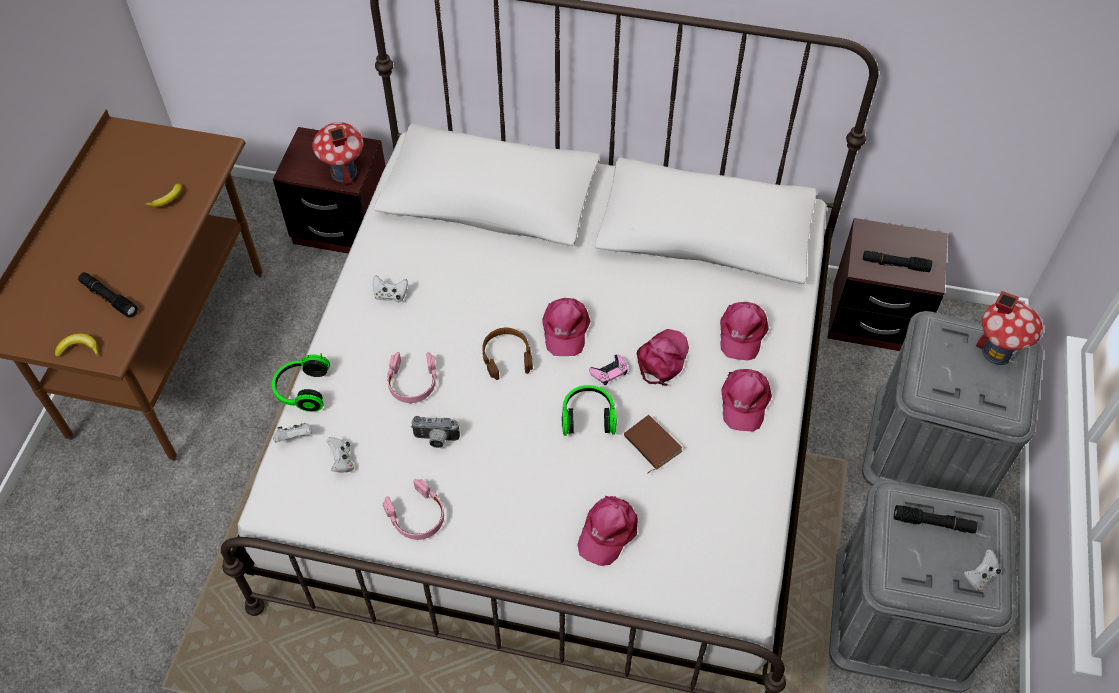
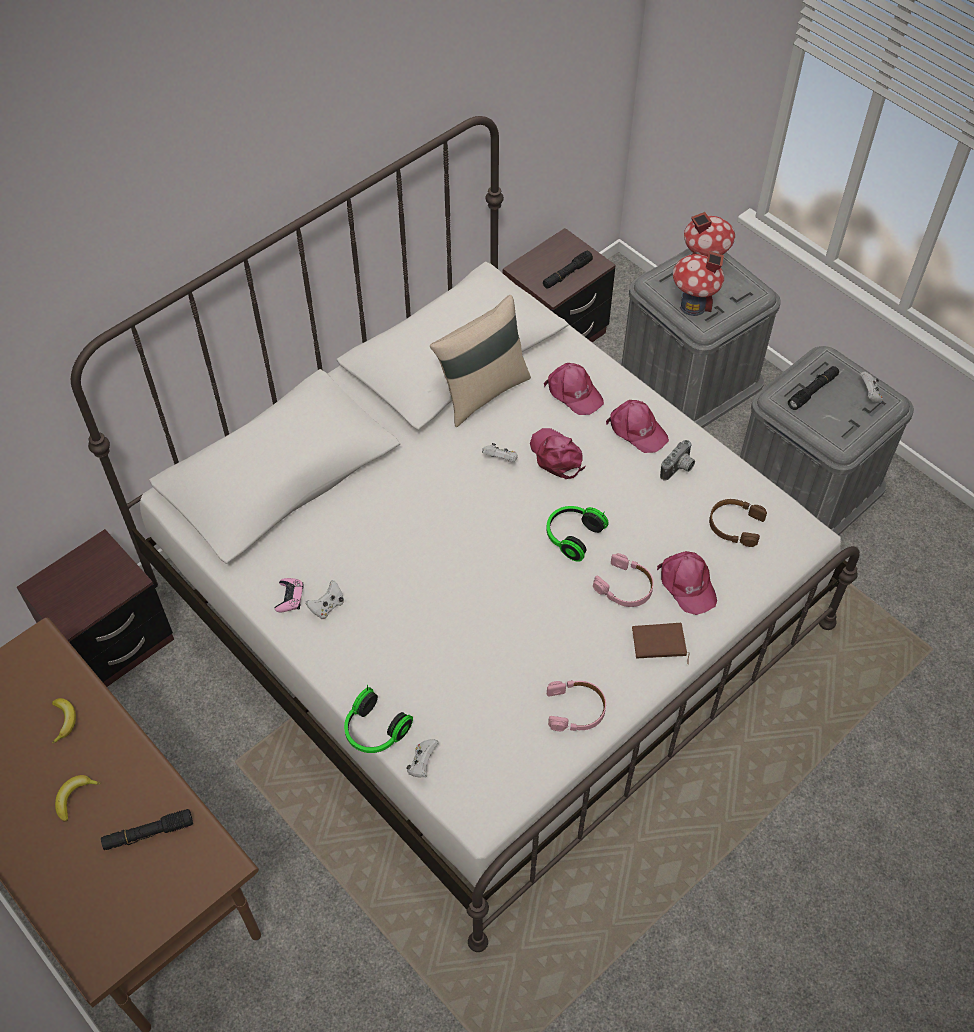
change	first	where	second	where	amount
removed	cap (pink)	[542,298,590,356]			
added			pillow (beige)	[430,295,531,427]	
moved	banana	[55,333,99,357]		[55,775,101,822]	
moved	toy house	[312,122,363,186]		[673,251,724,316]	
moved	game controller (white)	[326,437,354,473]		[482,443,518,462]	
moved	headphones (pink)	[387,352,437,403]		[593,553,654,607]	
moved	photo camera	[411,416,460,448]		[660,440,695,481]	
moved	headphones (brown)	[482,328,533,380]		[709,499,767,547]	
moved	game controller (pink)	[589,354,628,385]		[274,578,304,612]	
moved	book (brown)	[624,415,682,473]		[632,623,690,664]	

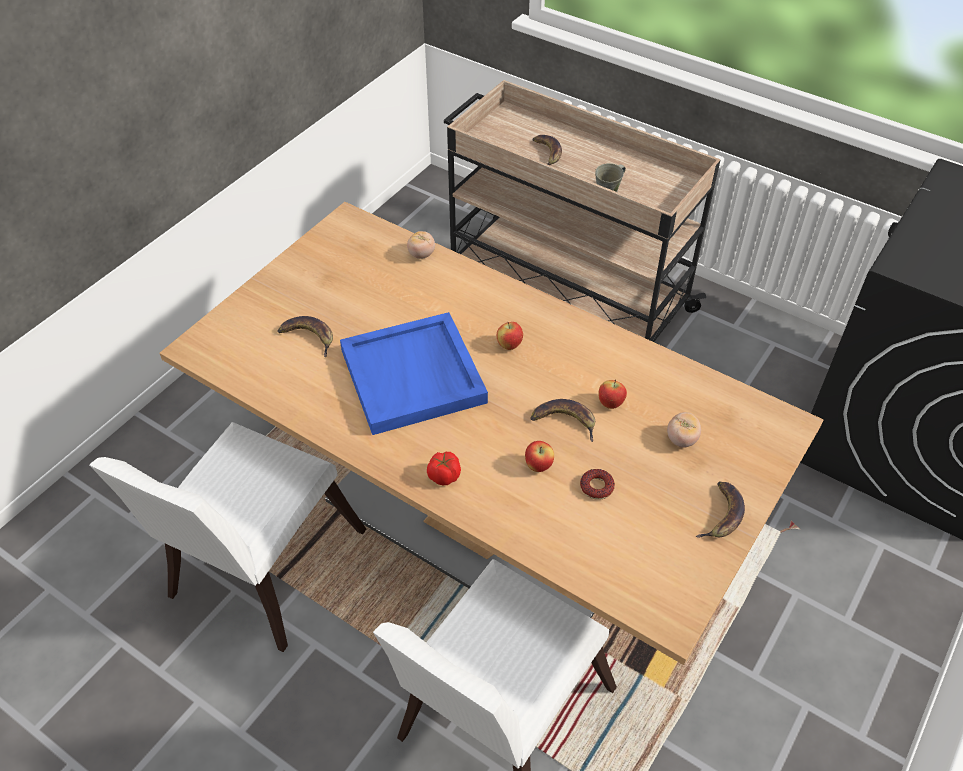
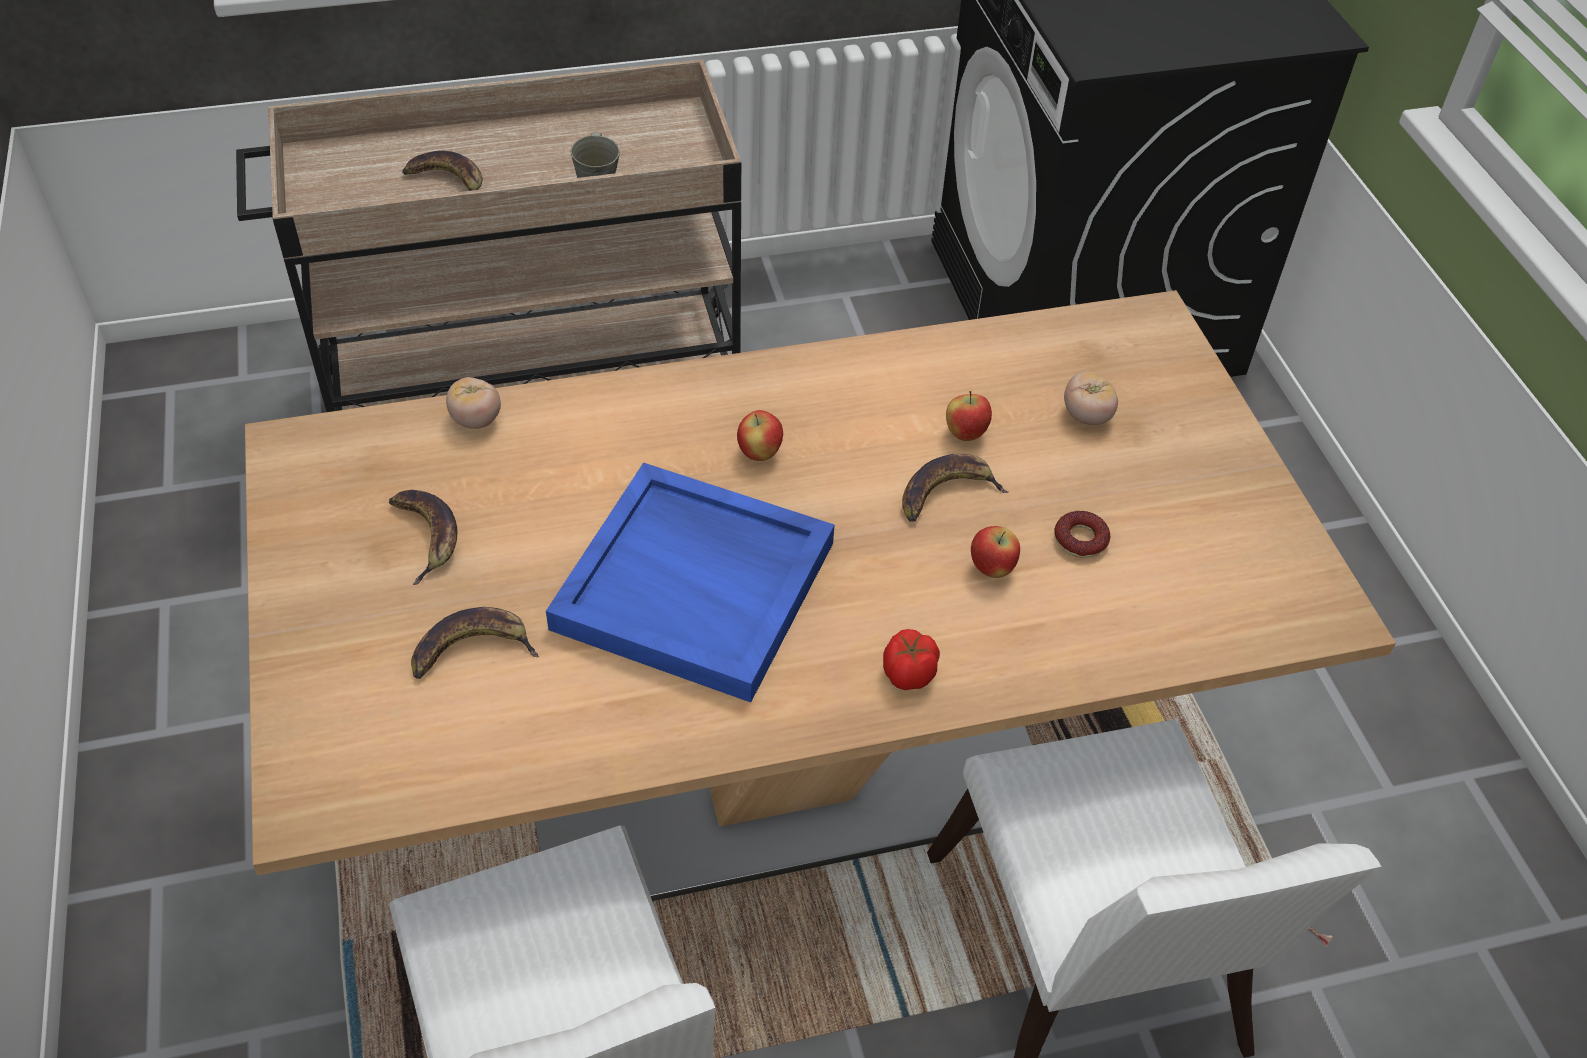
change	first	where	second	where	amount
moved	banana	[696,482,745,538]		[389,490,457,585]	

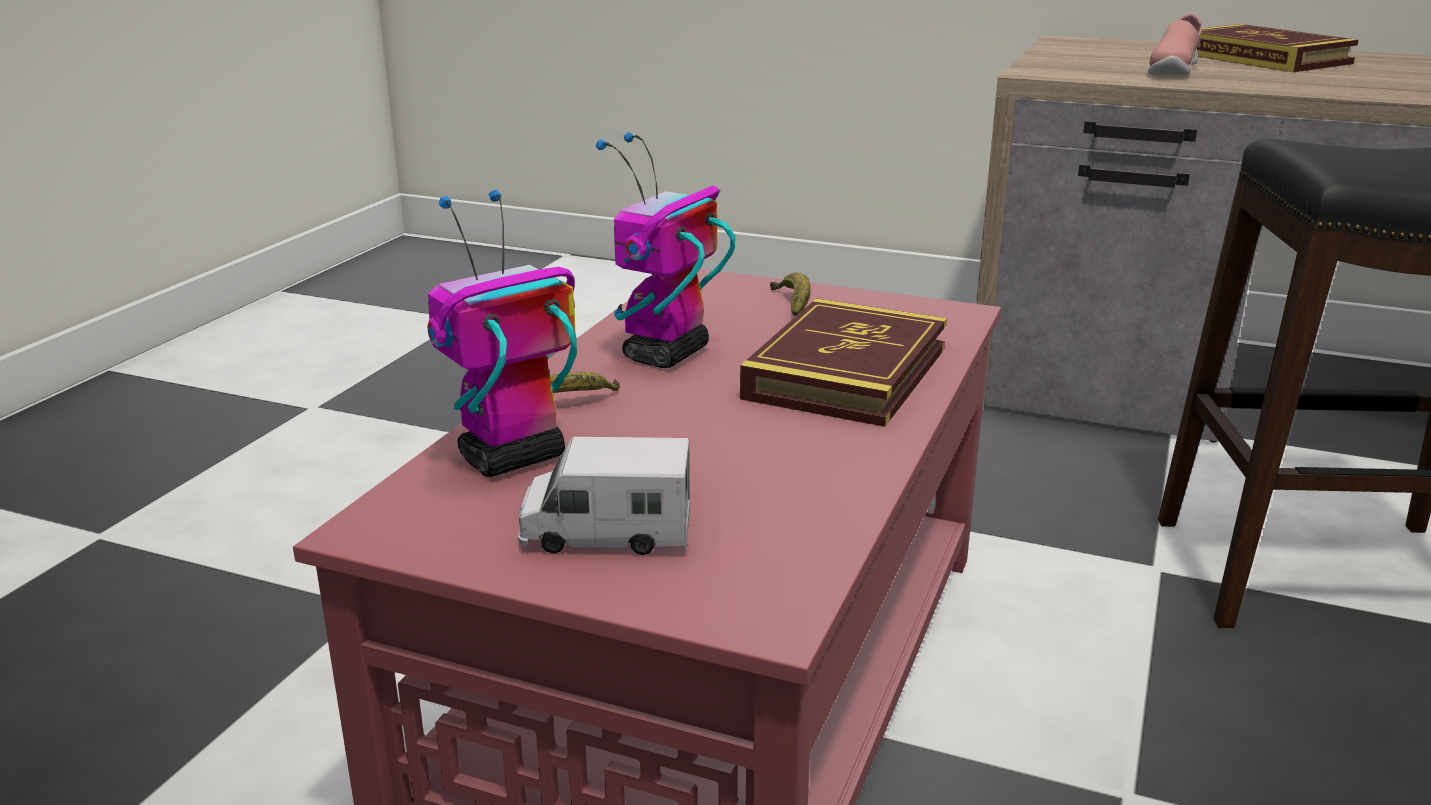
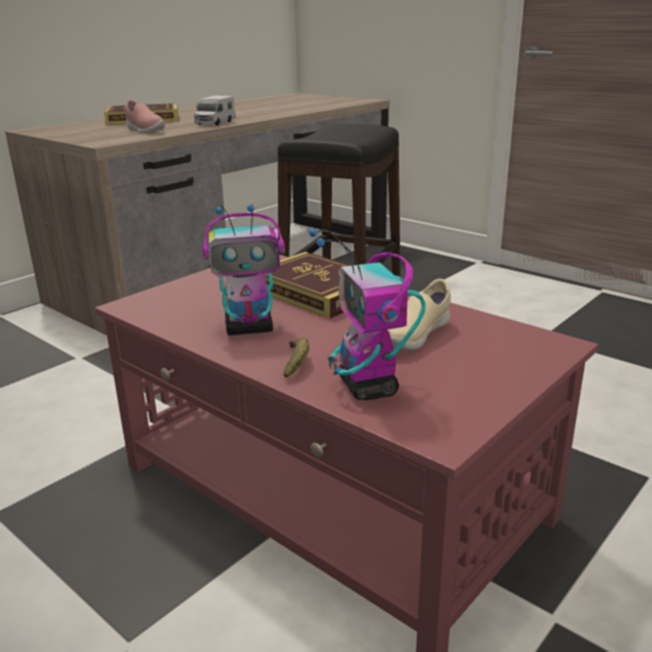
change	first	where	second	where	amount
removed	banana	[770,272,811,316]			
added			shoe (beige)	[387,279,451,350]	
moved	toy truck	[518,437,690,555]		[194,96,235,126]	
turned	toy robot	[596,132,735,368]		[203,204,285,335]	60 degrees counterclockwise

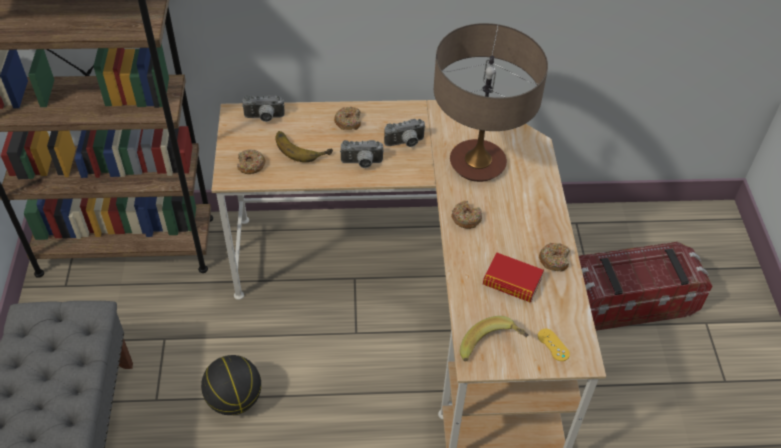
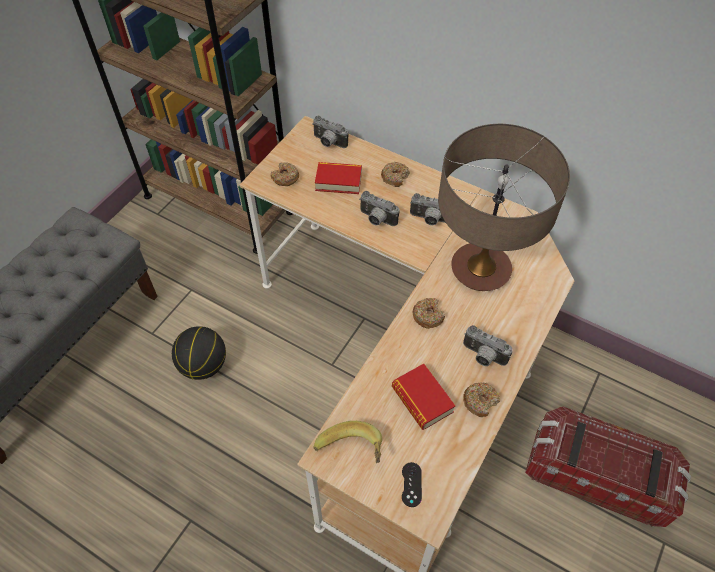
change	first	where	second	where	amount
added			photo camera	[463,325,513,366]	
replaced	banana	[275,131,333,162]	book	[315,162,362,194]	
recoloured	game controller (yellow)	[538,329,570,361]	game controller (black)	[402,462,422,507]	

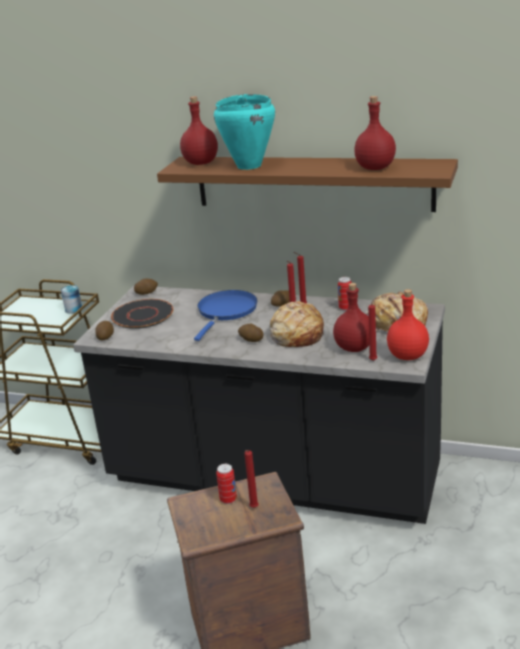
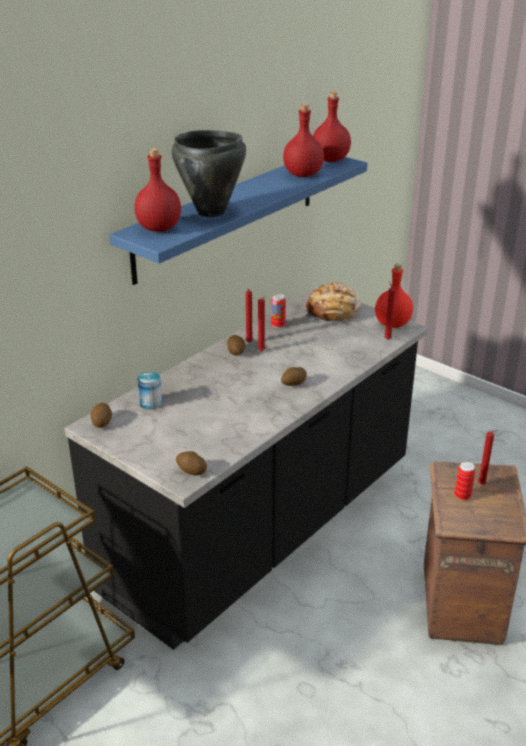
change	first	where	second	where	amount
removed	plate (black)	[111,299,173,329]			
removed	frying pan (blue)	[194,290,258,341]			
removed	bread	[270,301,324,347]			
moved	can	[61,285,82,314]		[137,372,162,409]	
moved	bottle (red)	[333,283,369,352]		[313,92,351,162]	
recoloured	shelf (brown)	[157,157,458,212]	shelf (blue)	[109,157,368,285]	
recoloured	cooking pot (turquoise)	[214,94,275,170]	cooking pot (black)	[172,130,246,217]	

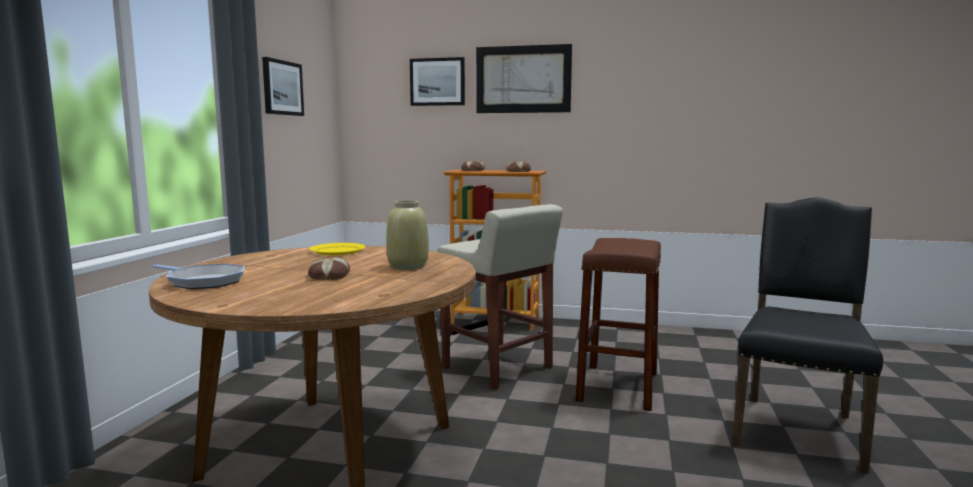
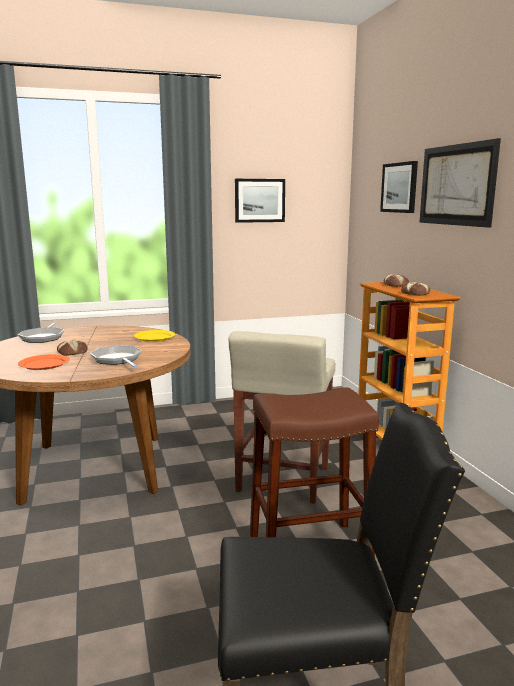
change	first	where	second	where	amount
added			plate (orange)	[18,354,70,370]	
replaced	vase (beige)	[386,200,429,270]	frying pan	[90,345,141,368]	

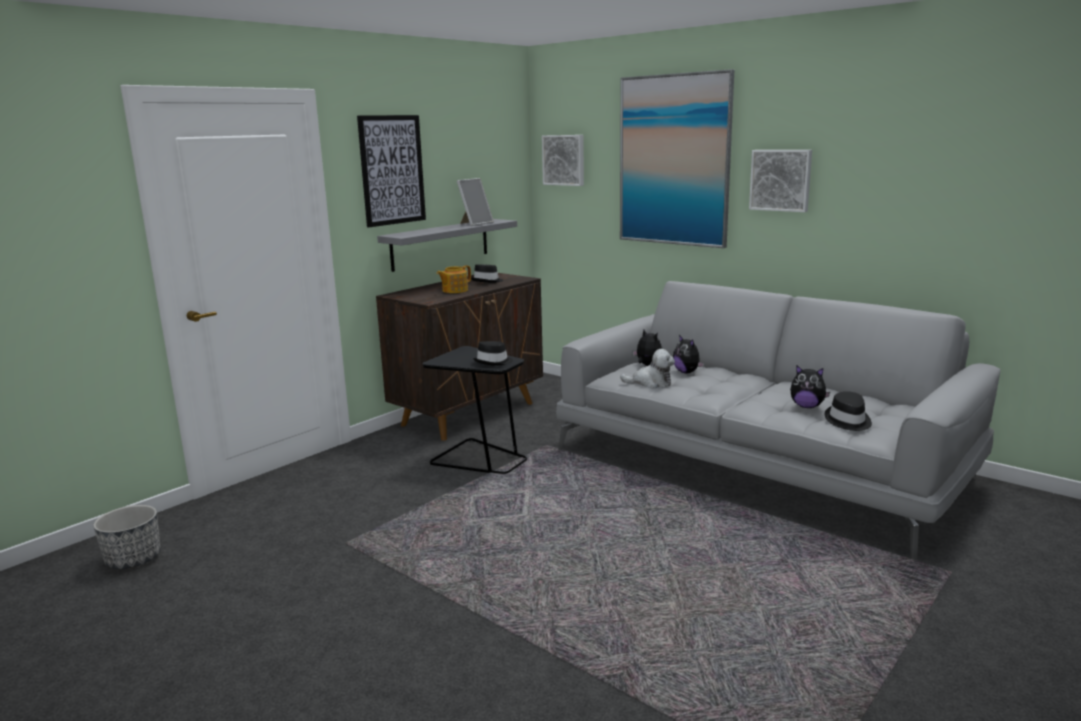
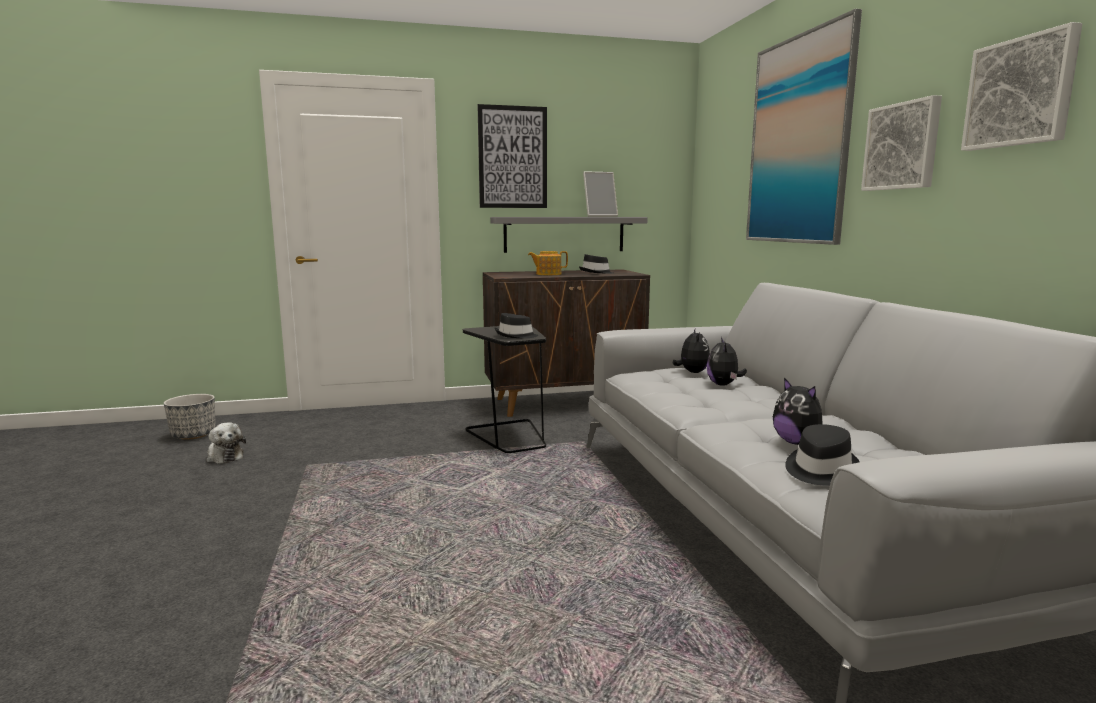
change	first	where	second	where	amount
moved	picture	[542,135,584,186]		[961,22,1083,151]	
moved	plush toy	[620,349,675,388]		[206,422,246,464]	

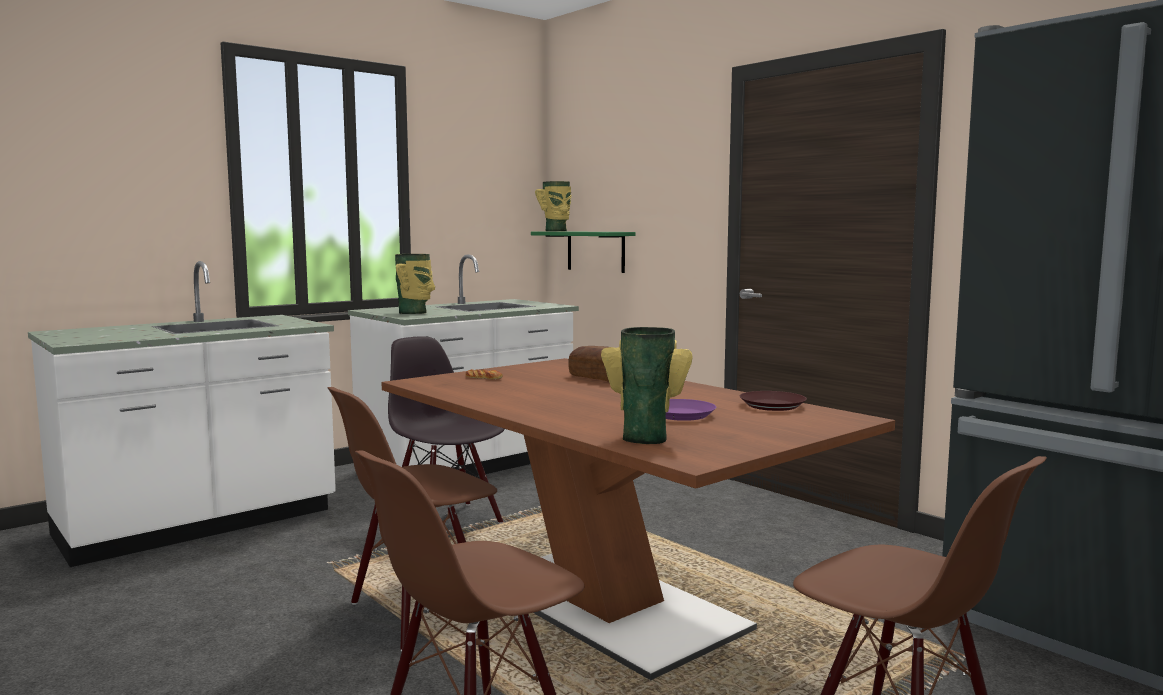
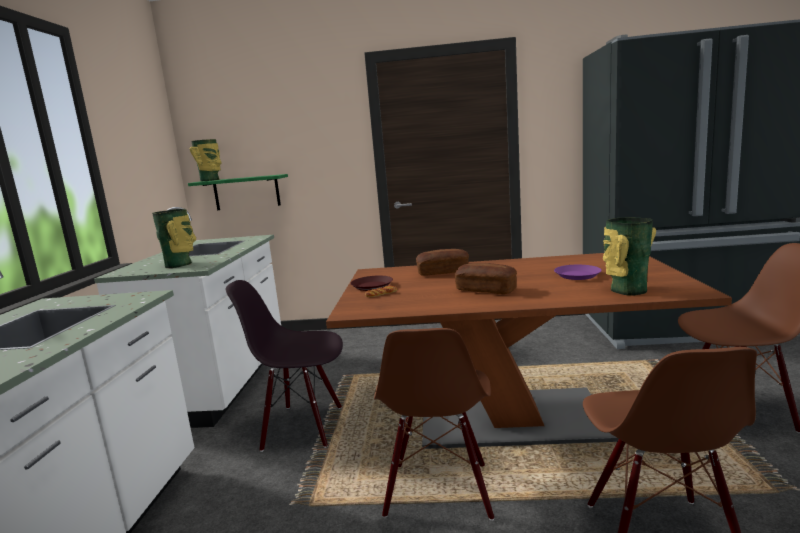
change	first	where	second	where	amount
added			bread	[455,263,517,294]	
moved	plate (brown)	[740,391,807,411]		[350,276,393,291]	

